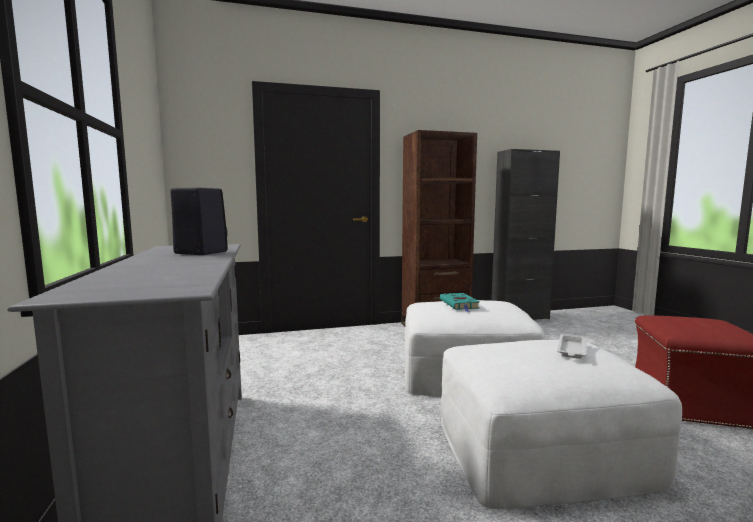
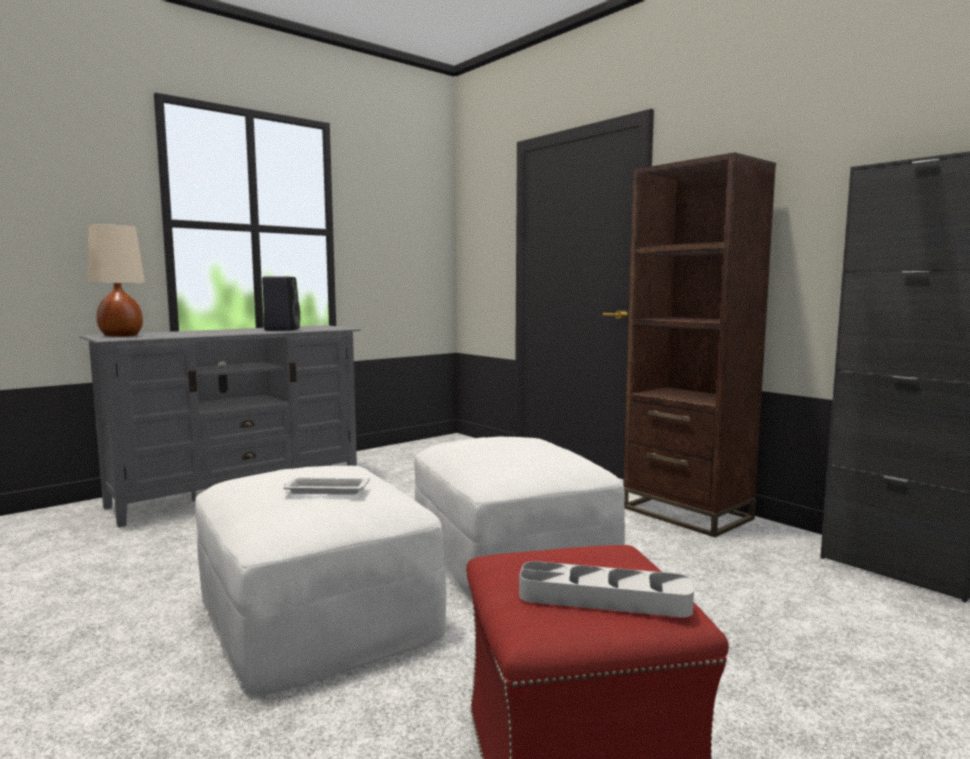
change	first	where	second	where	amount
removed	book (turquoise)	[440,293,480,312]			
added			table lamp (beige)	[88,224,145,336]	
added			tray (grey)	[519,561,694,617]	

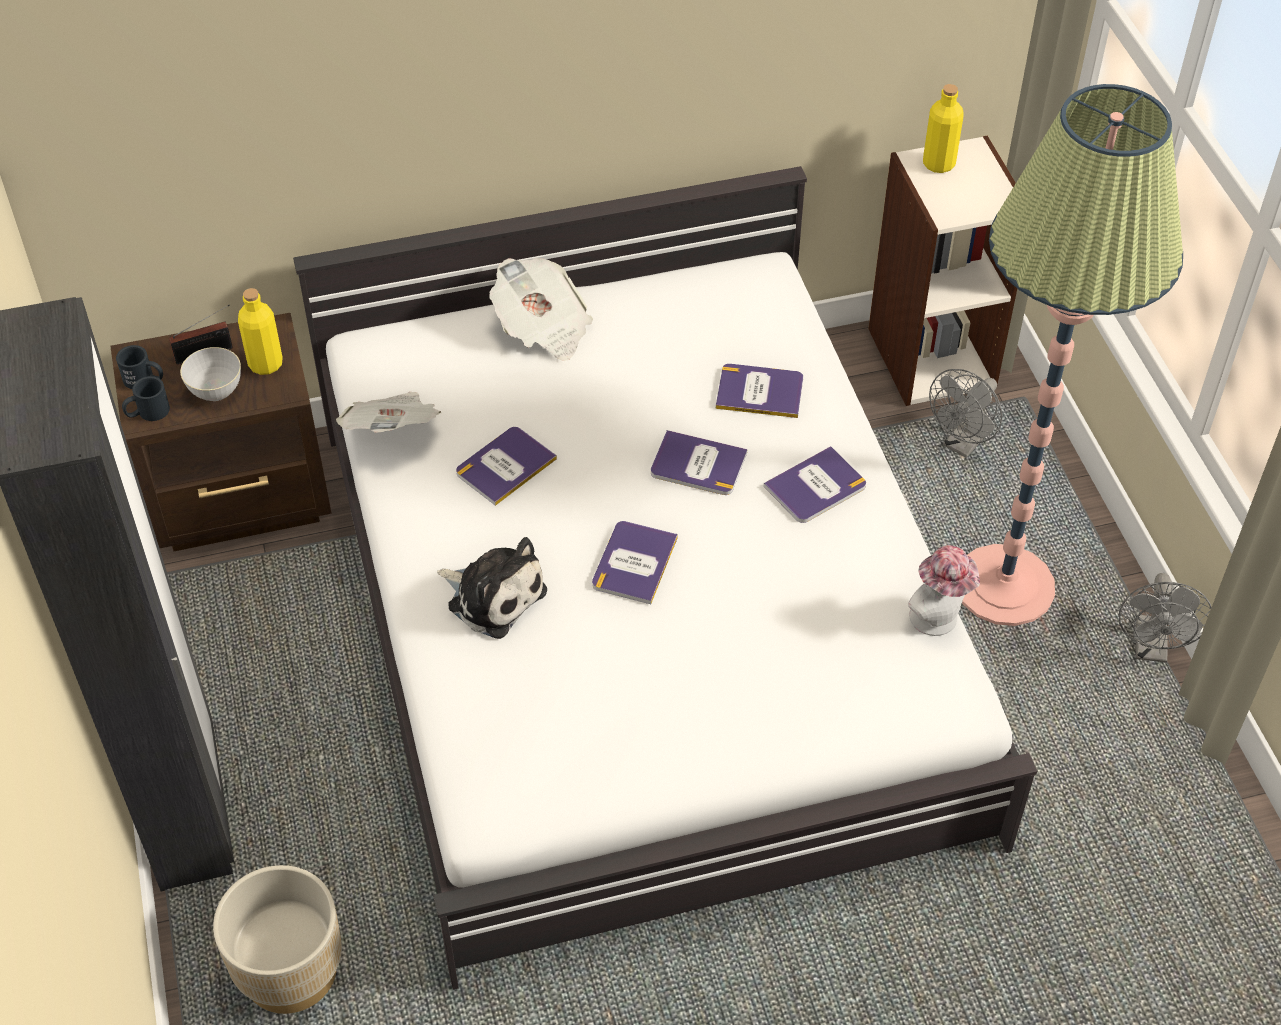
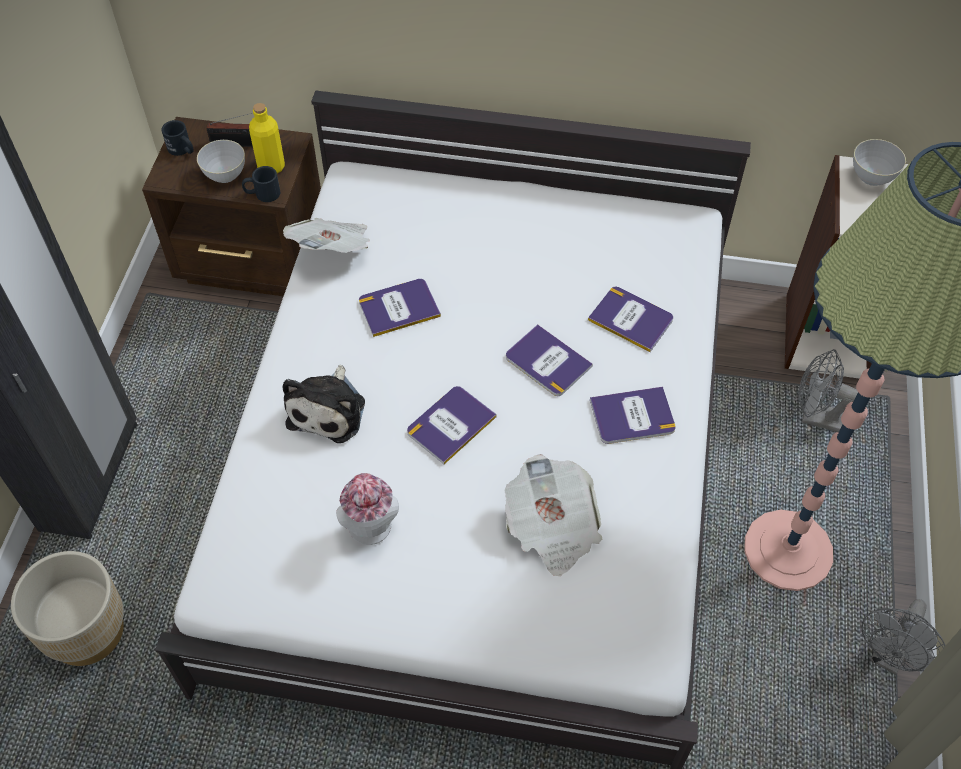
change	first	where	second	where	amount
moved	mug (black)	[122,376,170,421]		[242,166,280,202]	
moved	newspaper	[489,258,593,361]		[505,454,602,576]	
moved	hat	[908,545,980,636]		[336,473,399,545]	
replaced	bottle (yellow)	[923,84,964,173]	bowl (grey)	[853,139,906,186]	
turned	plush toy	[437,537,547,639]		[282,365,365,443]	45 degrees clockwise
turned	fan (grey)	[929,369,1002,458]		[798,349,858,432]	45 degrees clockwise

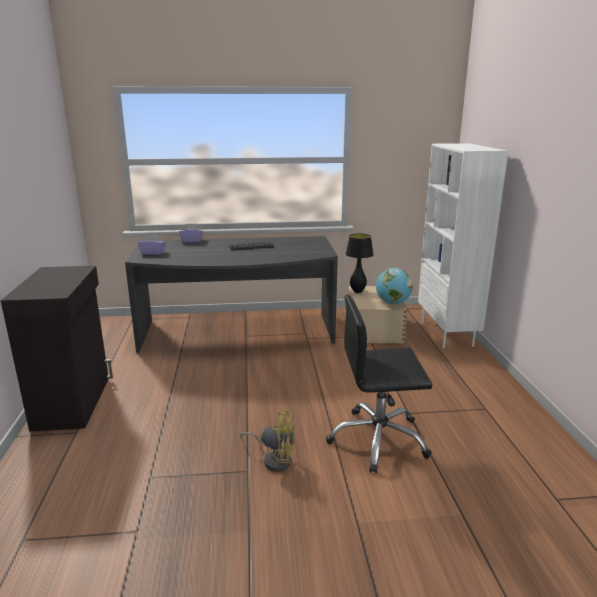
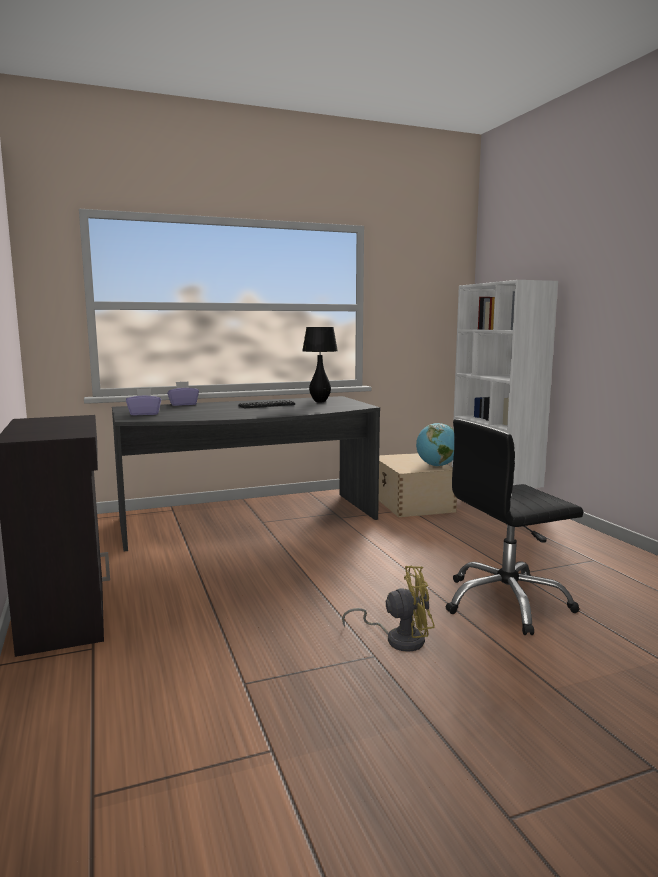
change	first	where	second	where	amount
moved	table lamp (black)	[346,234,374,293]		[302,327,338,402]	

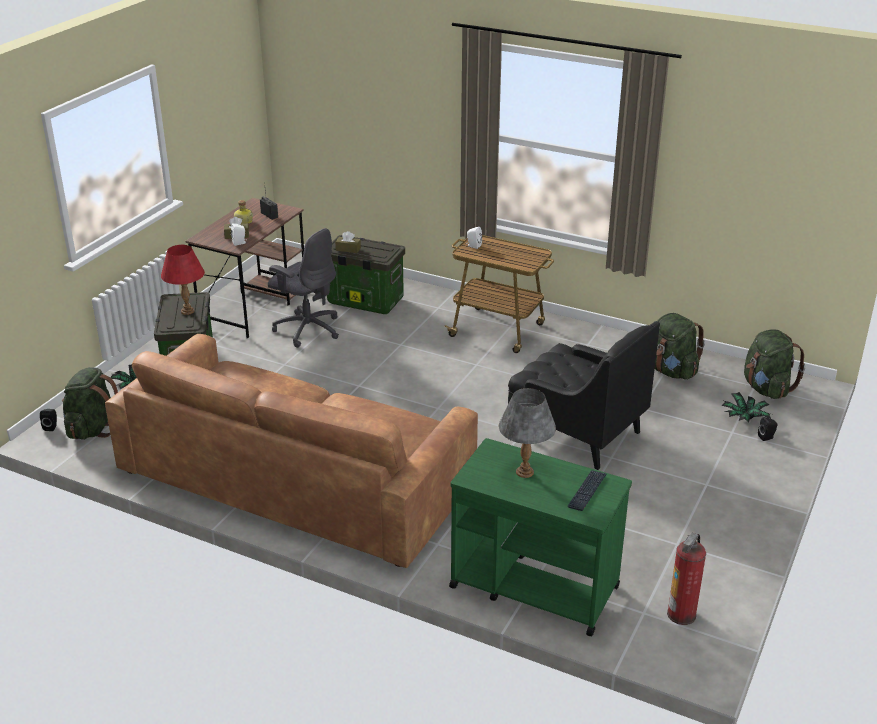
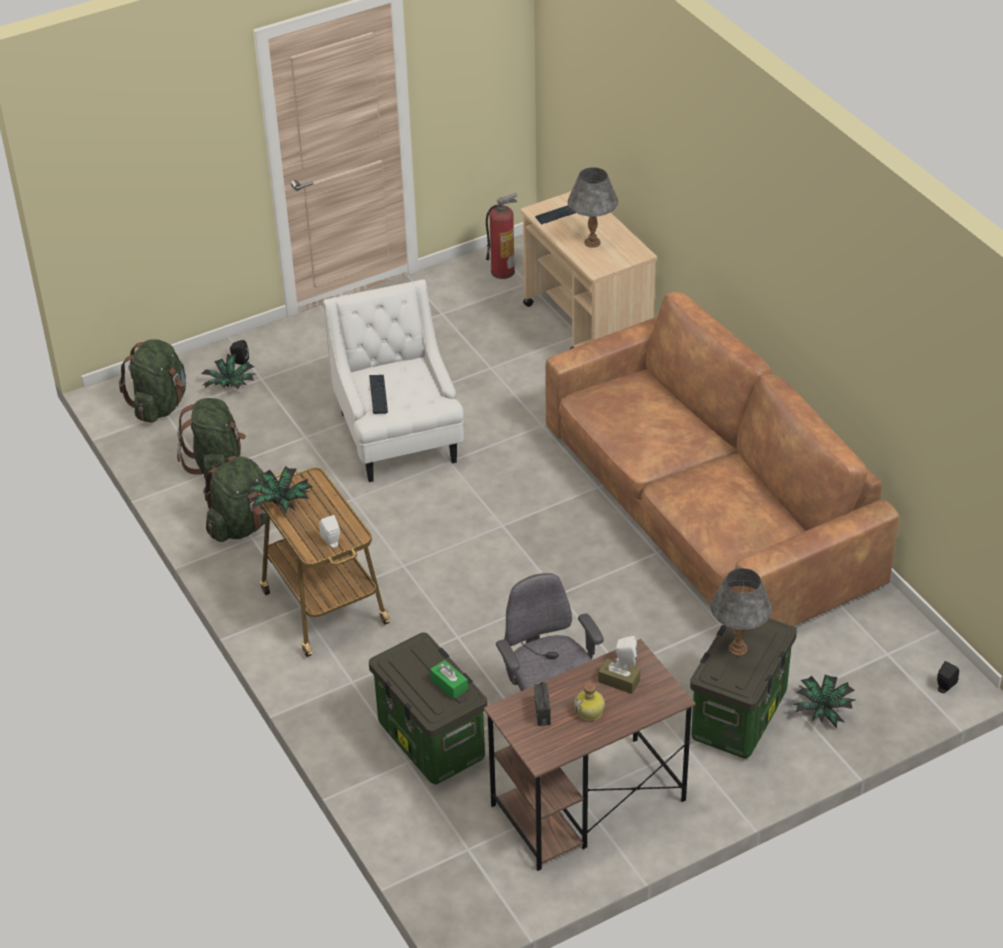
change	first	where	second	where	amount
added			potted plant	[248,466,313,514]	
added			keyboard	[369,375,388,414]	
moved	backpack (green)	[62,367,118,440]		[203,456,278,542]	
recoloured	table lamp (red)	[161,245,205,315]	table lamp (grey)	[710,568,772,656]	
recoloured	tissue box (brown)	[335,231,361,253]	tissue box (green)	[430,660,468,699]	
recoloured	cart (green)	[449,438,632,636]	cart (beige)	[521,191,657,350]	
recoloured	armchair (black)	[508,321,660,470]	armchair (white)	[323,279,464,482]	

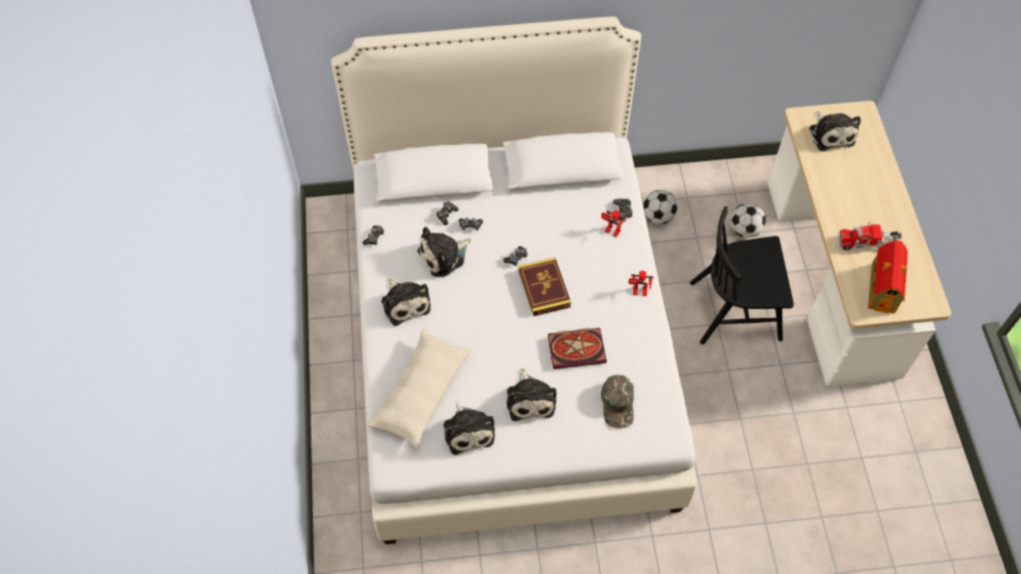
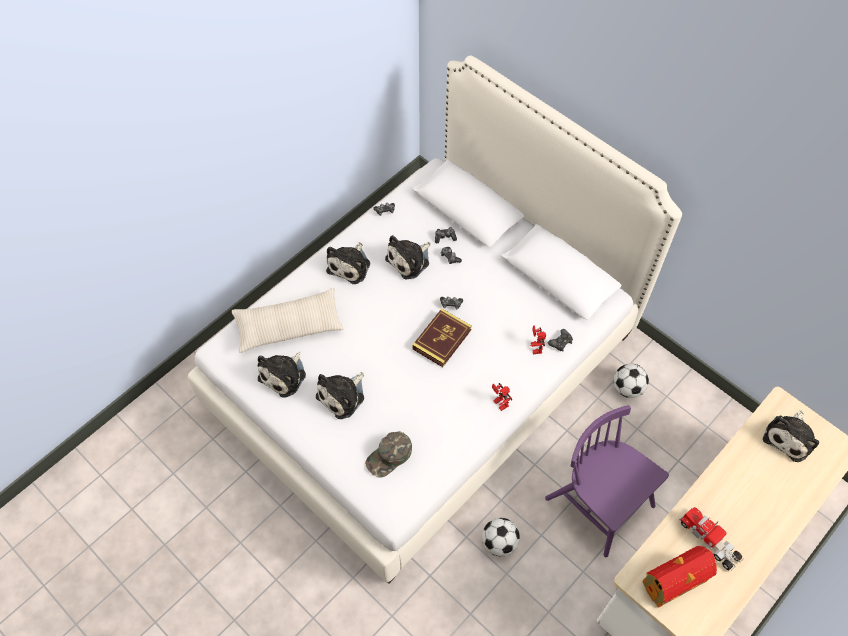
change	first	where	second	where	amount
removed	book	[548,328,607,369]			
moved	football	[731,203,766,238]		[482,518,520,556]	
recoloured	chair (black)	[690,206,794,344]	chair (purple)	[545,405,669,557]	
turned	plush toy	[418,227,471,277]		[385,235,430,279]	60 degrees counterclockwise

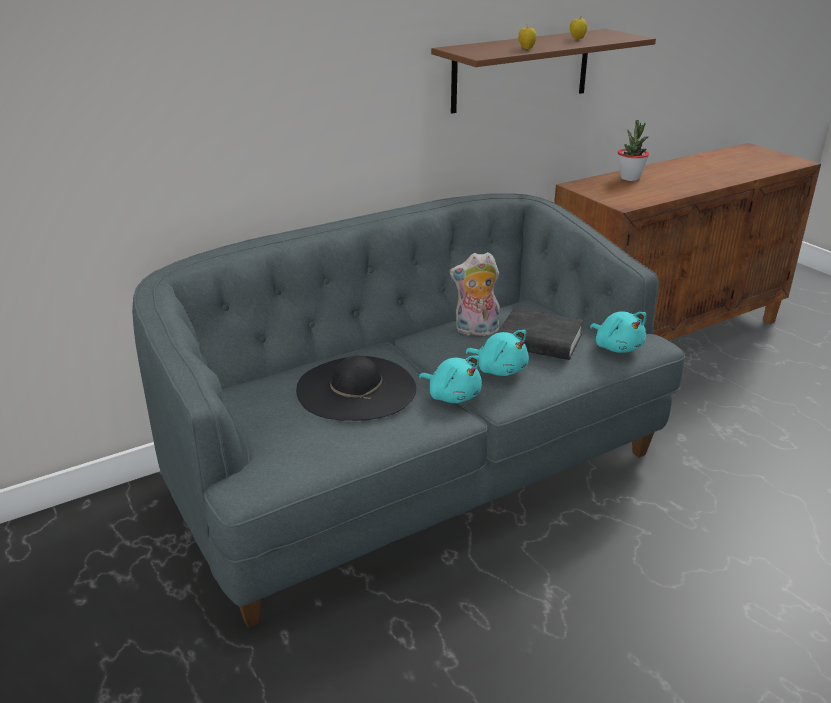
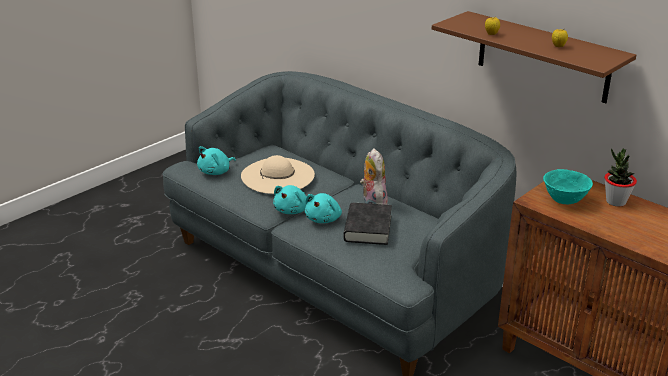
change	first	where	second	where	amount
added			bowl (turquoise)	[543,169,593,204]	
moved	plush toy (turquoise)	[590,311,646,353]		[197,146,236,175]	
recoloured	hat (black)	[296,356,416,421]	hat (beige)	[241,155,315,194]	

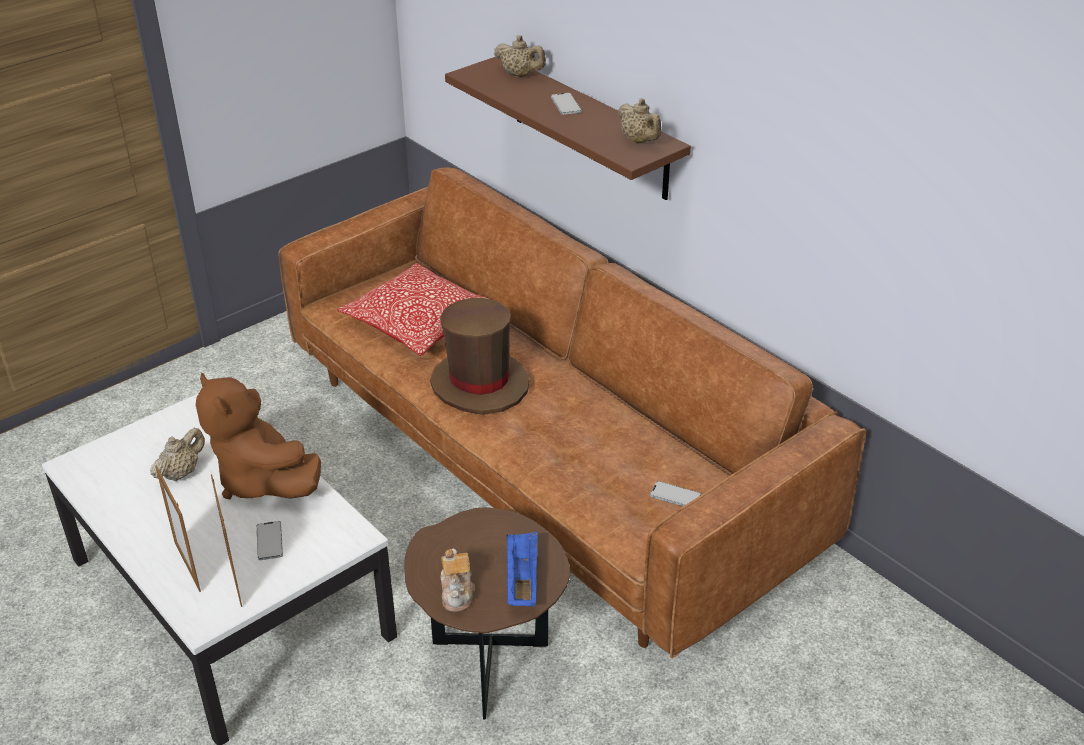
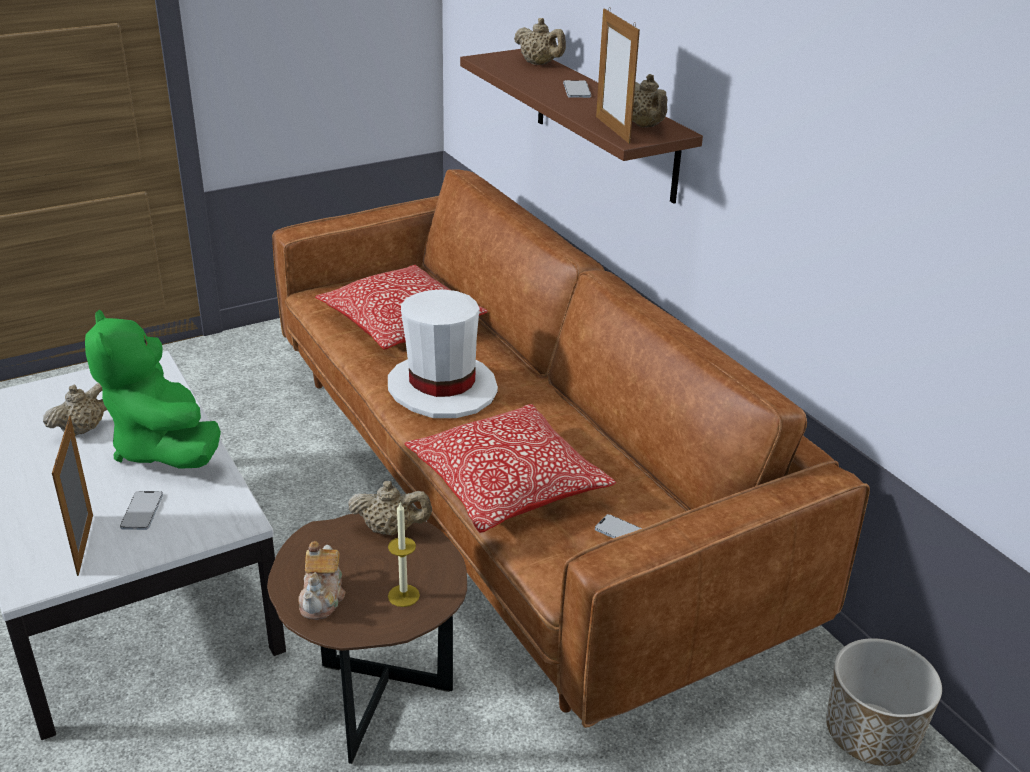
change	first	where	second	where	amount
added			teapot (beige)	[348,481,432,535]	
added			pillow	[405,404,616,533]	
added			planter	[826,638,942,766]	
moved	picture frame	[155,465,201,592]		[596,7,640,144]	
replaced	tray (blue)	[506,532,538,606]	candle	[388,503,420,607]	
recoloured	plush toy (brown)	[196,372,321,500]	plush toy (green)	[85,309,221,469]	
recoloured	hat (brown)	[430,298,530,415]	hat (white)	[388,289,498,418]	

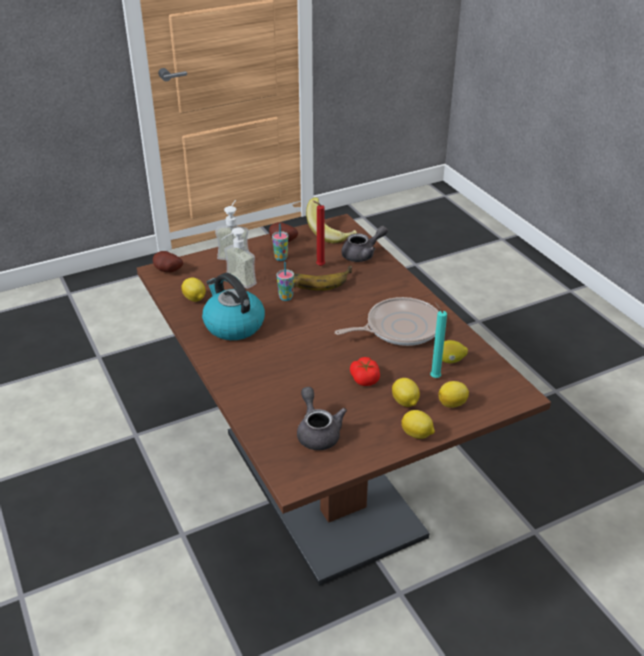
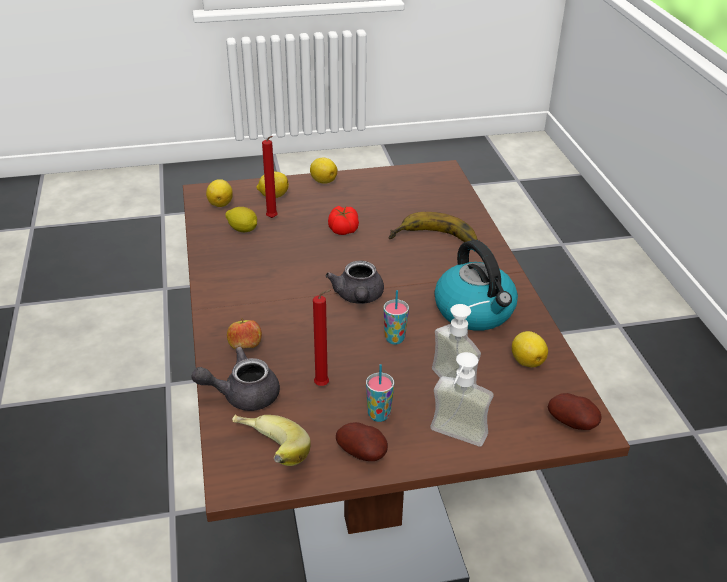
change	first	where	second	where	amount
removed	frying pan	[335,297,439,346]			
added			apple	[227,318,262,349]	
moved	banana	[294,266,352,291]		[389,212,478,242]	
moved	teapot (grey)	[297,387,347,450]		[326,260,384,304]	
moved	lemon	[392,378,420,407]		[206,179,233,207]	
recoloured	candle (turquoise)	[430,302,447,378]	candle (red)	[262,136,278,218]	

